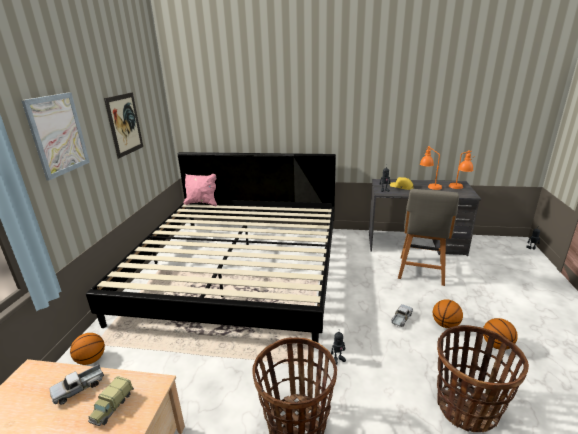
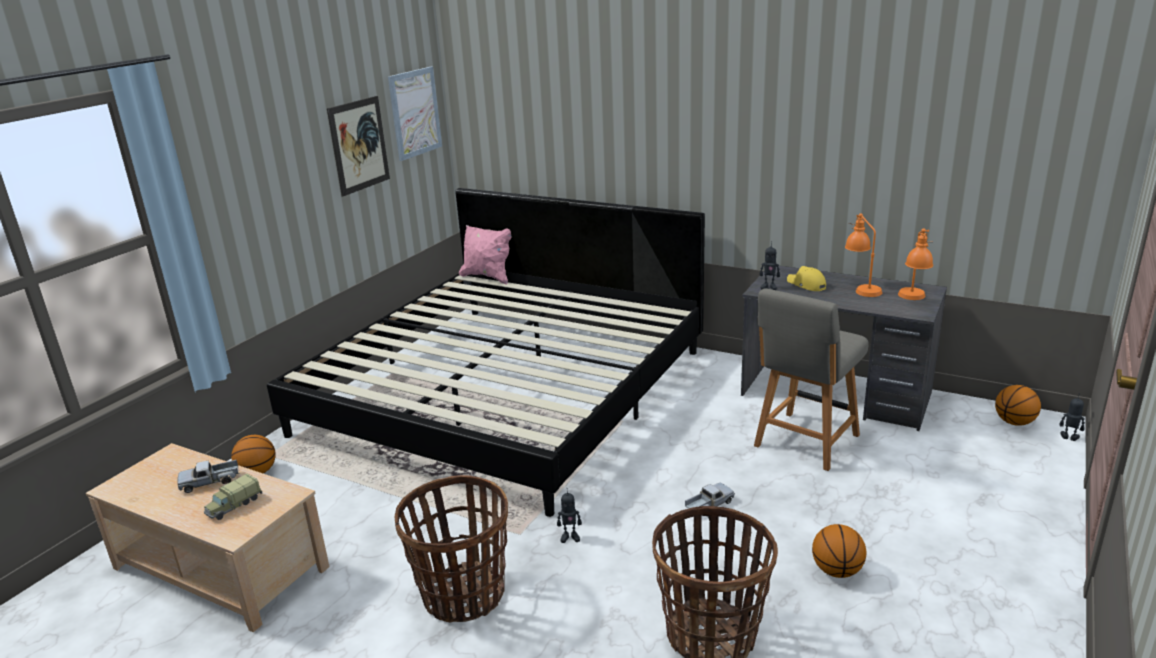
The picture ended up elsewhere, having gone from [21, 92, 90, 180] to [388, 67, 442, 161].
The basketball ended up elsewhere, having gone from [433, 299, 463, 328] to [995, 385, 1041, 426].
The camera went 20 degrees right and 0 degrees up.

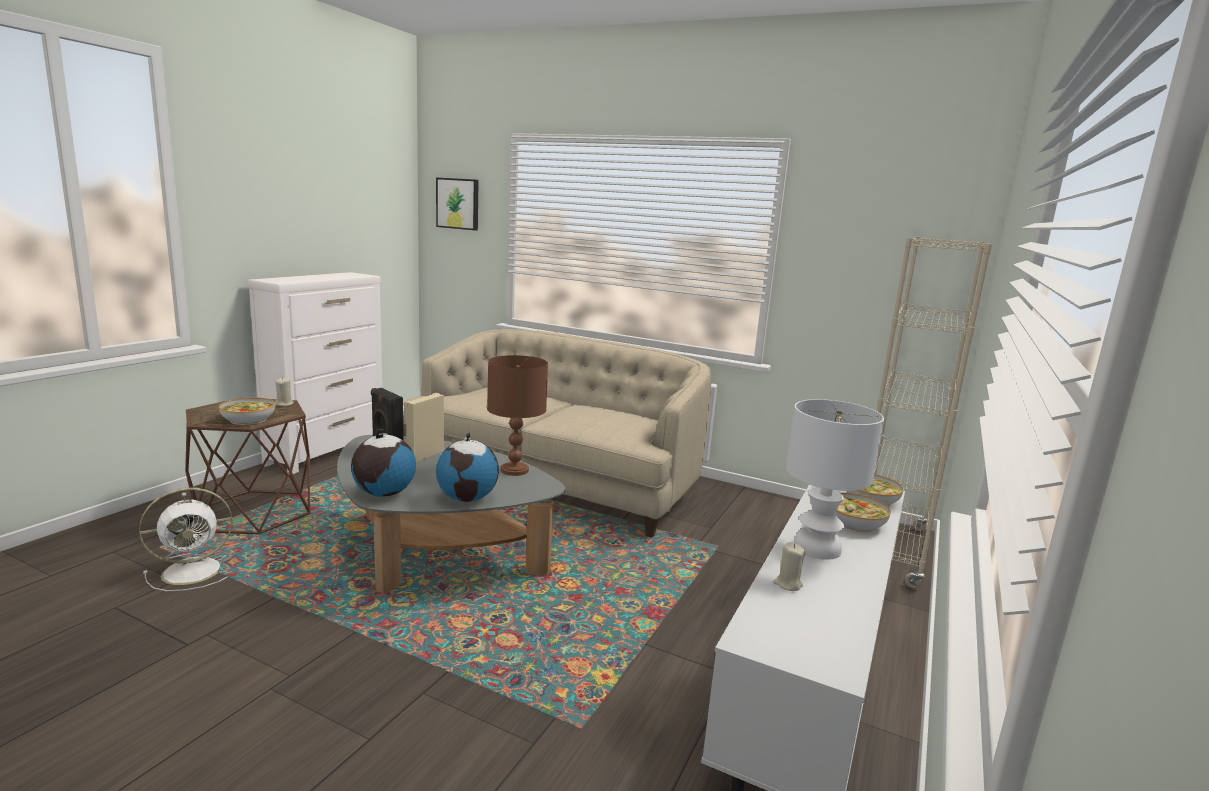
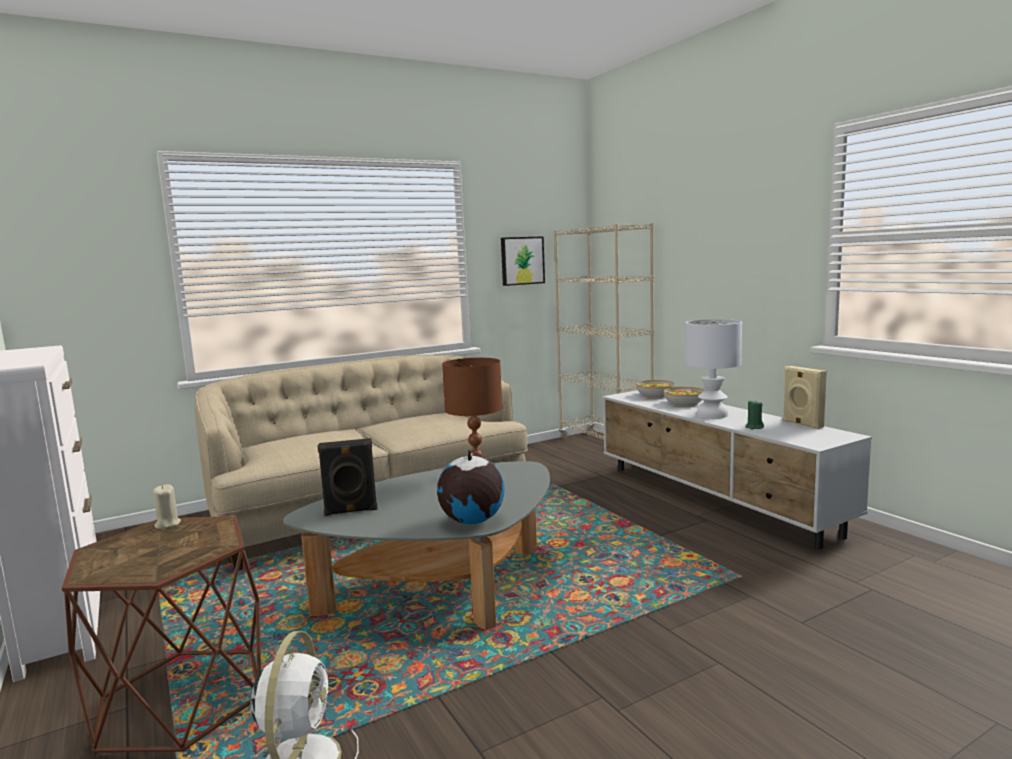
The picture ended up elsewhere, having gone from [436, 178, 479, 230] to [501, 236, 545, 286].
What was the candle/beige-coloured at [773, 542, 806, 591] turned into the candle/green at [746, 400, 764, 429].
The loudspeaker/beige-coloured ended up elsewhere, having gone from [405, 393, 444, 462] to [783, 366, 827, 429].
The second view lost the bowl at [219, 397, 276, 425].
The second view lost the globe at [436, 432, 499, 502].
The camera went 55 degrees left and 5 degrees down.

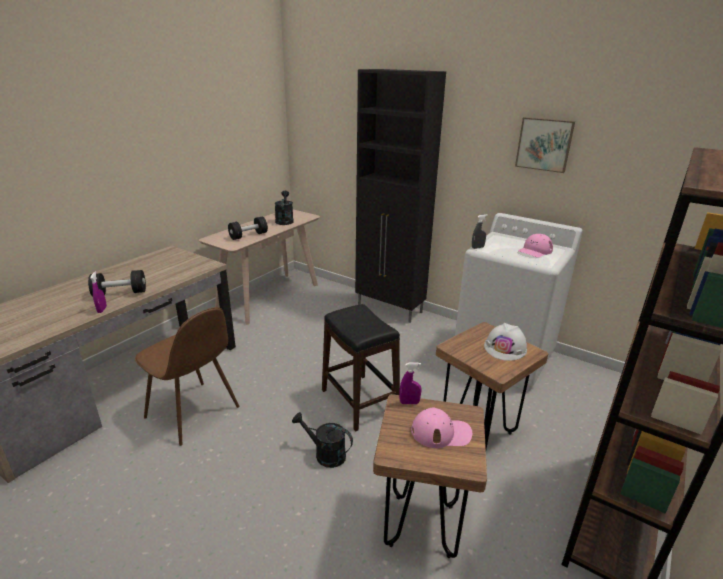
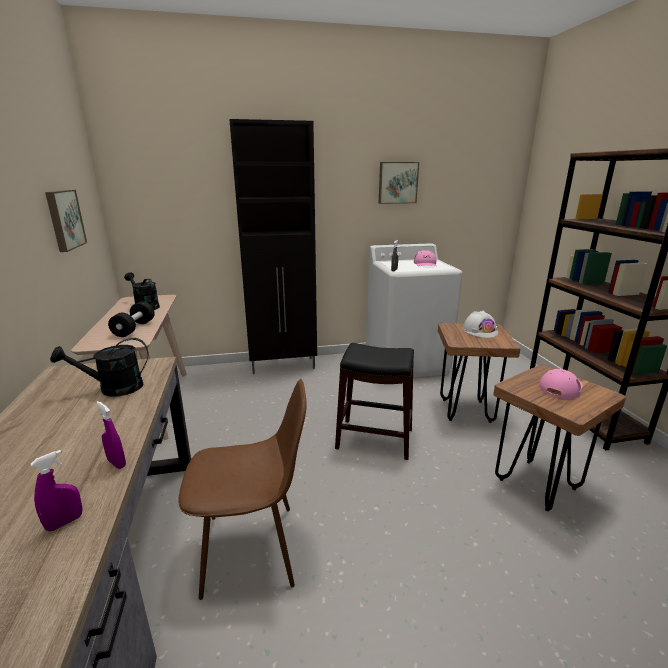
The spray bottle/purplish ended up elsewhere, having gone from [399, 363, 422, 404] to [31, 450, 82, 531].
The second view gained the picture at [45, 190, 87, 252].
The watering pot/black ended up elsewhere, having gone from [292, 412, 353, 468] to [50, 338, 148, 397].
The second view lost the hand weight/black at [88, 270, 146, 297].
The camera went 45 degrees left and 5 degrees down.

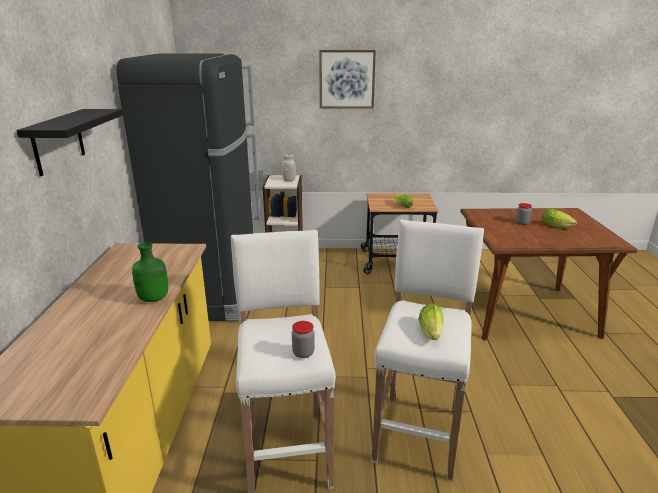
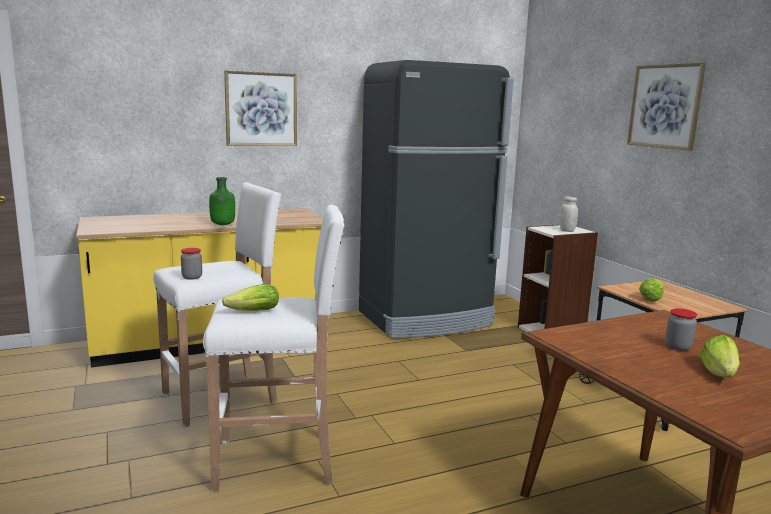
Where the bracket shelf/black hung at [16, 109, 123, 176], the picture came to hang at [224, 70, 297, 146].
The camera went 65 degrees right and 10 degrees down.

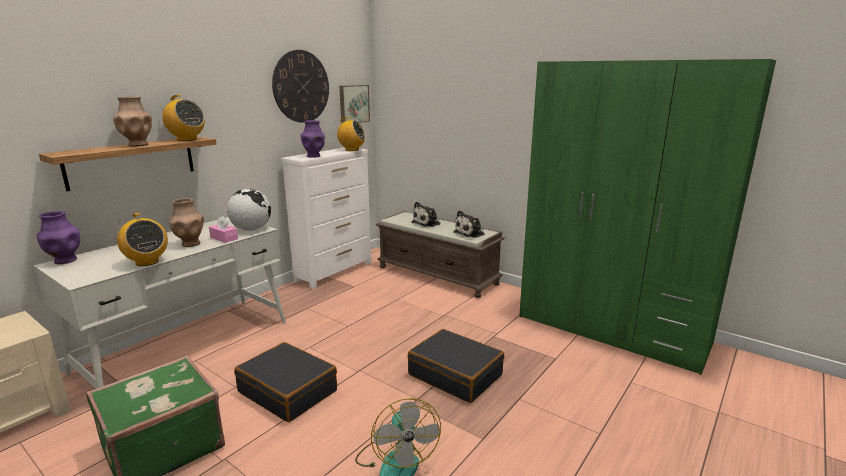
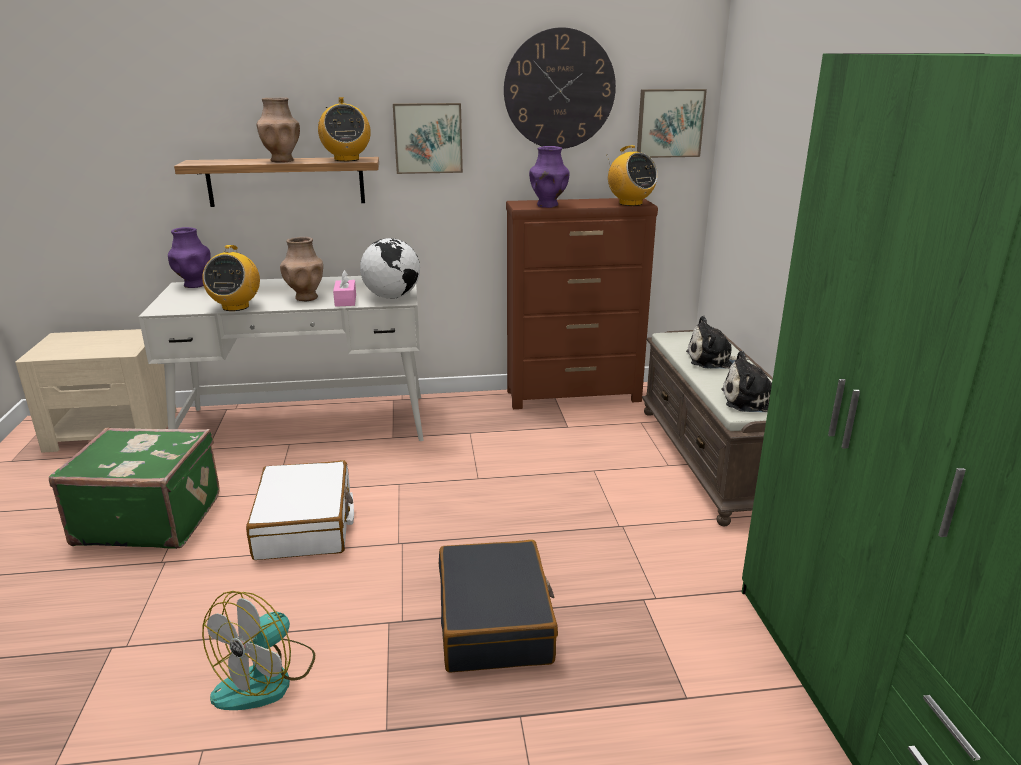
What was the travel case/black at [234, 342, 337, 422] turned into the travel case/white-coloured at [246, 460, 354, 560].
The second view gained the picture at [393, 103, 463, 174].
What was the dresser/white-coloured at [282, 148, 371, 289] turned into the dresser/brown at [506, 198, 658, 409].
The camera went 45 degrees right and 5 degrees up.

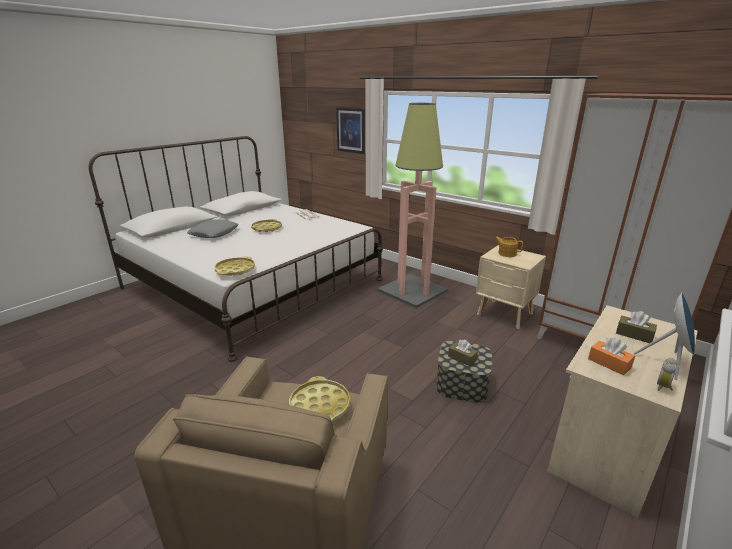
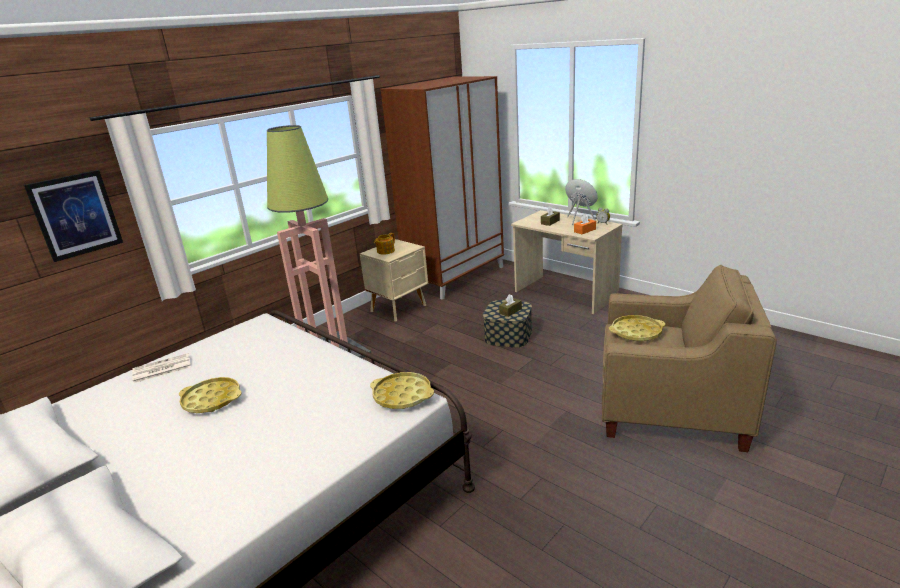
The second view lost the throw pillow/grey at [187, 219, 239, 238].
The camera went 85 degrees left and 0 degrees up.

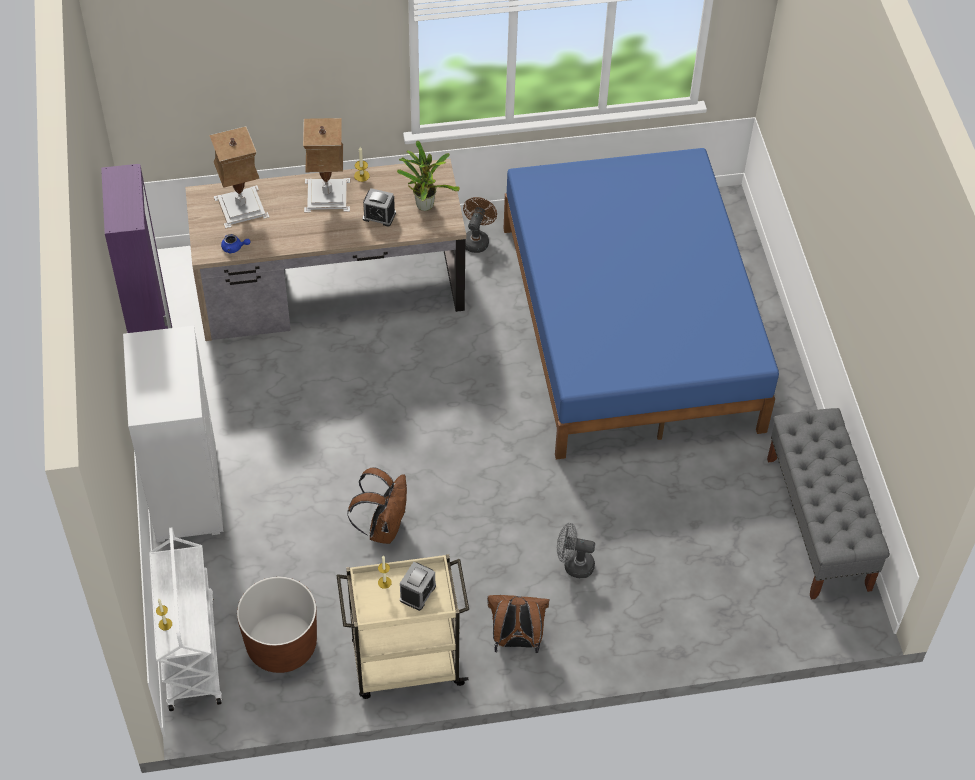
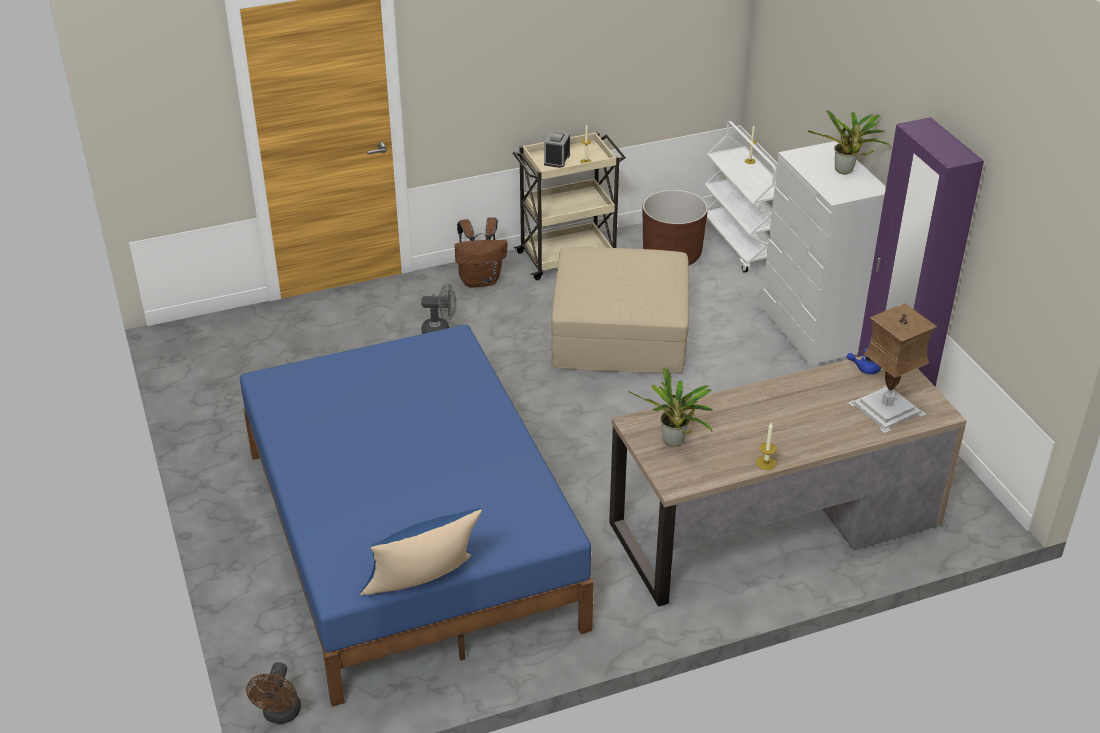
The cooling fan/brown ended up elsewhere, having gone from [463, 197, 497, 253] to [246, 662, 301, 724].
The second view gained the throw pillow/bluish at [360, 508, 482, 595].
Where the knapsack/brown stood at [347, 467, 407, 544], the footrest/beige-coloured came to stand at [551, 247, 689, 373].
The second view gained the plant in a pot at [808, 110, 891, 174].
The second view lost the lamp for a table at [303, 118, 350, 212].
The second view lost the alarm clock at [363, 188, 396, 227].
The second view lost the indoor bench/grey at [767, 408, 890, 600].
The camera went 170 degrees right and 15 degrees down.

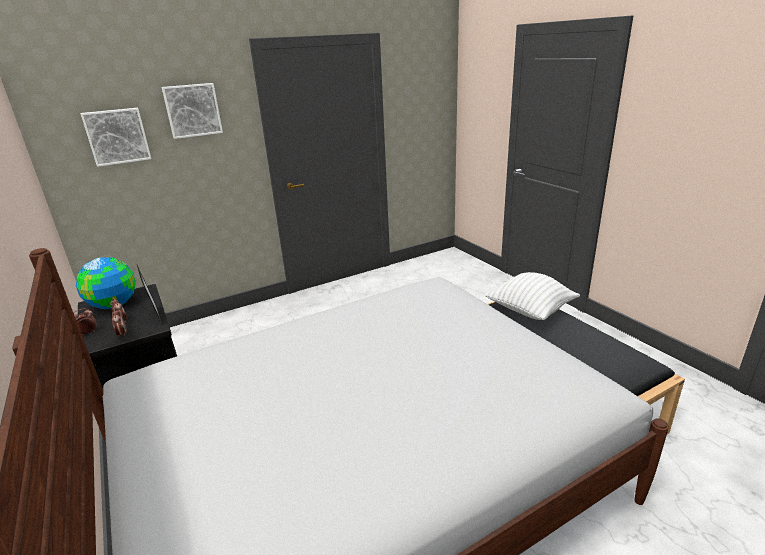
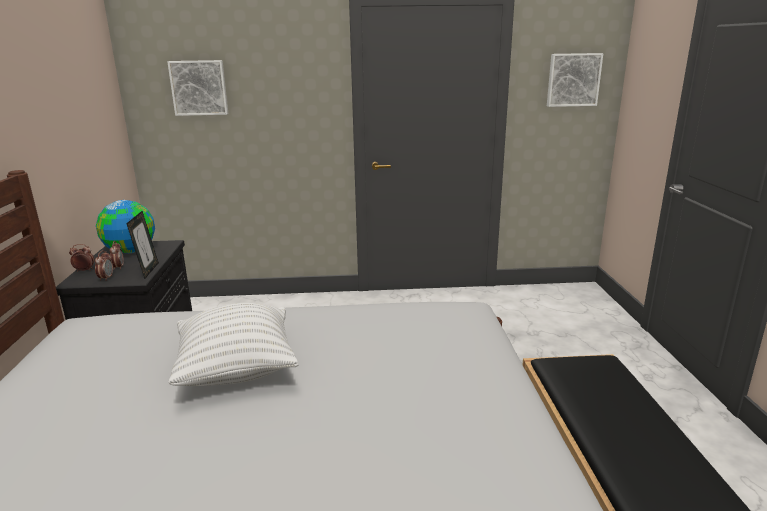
The throw pillow/white-coloured ended up elsewhere, having gone from [485, 272, 580, 320] to [169, 303, 298, 386].
The picture ended up elsewhere, having gone from [162, 83, 223, 139] to [547, 53, 603, 107].
The camera went 25 degrees right and 5 degrees down.

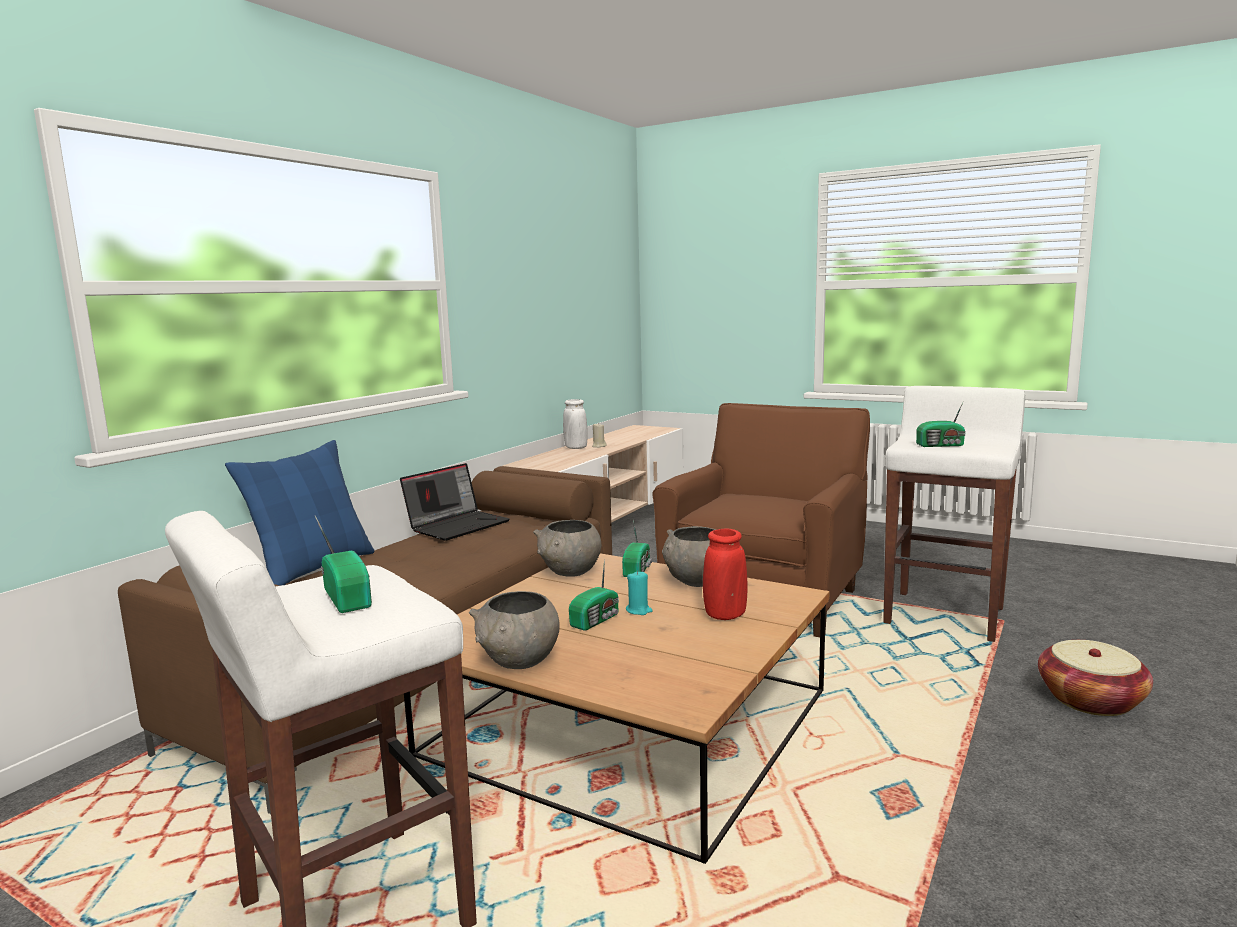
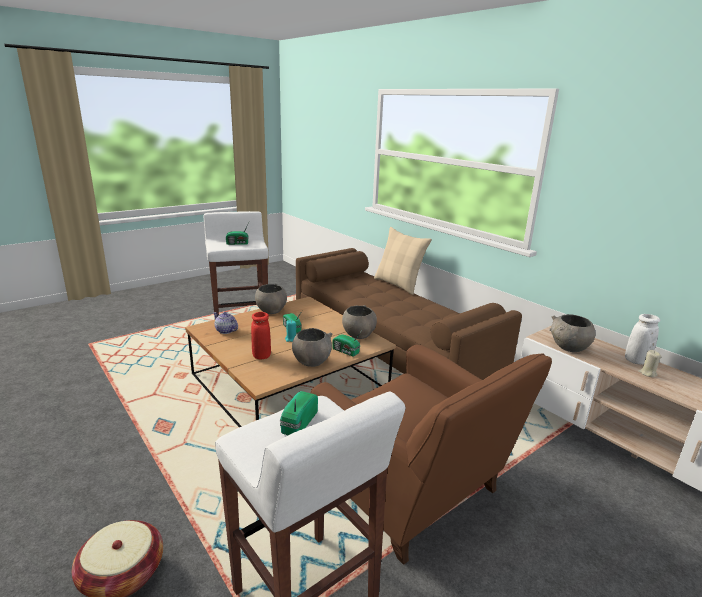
The second view gained the pot for tea at [213, 312, 238, 334].
What was the throw pillow/bluish at [225, 440, 375, 586] turned into the throw pillow/beige-coloured at [374, 227, 432, 295].
The second view gained the bowl/grey at [550, 314, 596, 352].
The second view lost the laptop at [400, 463, 510, 540].
The camera went 110 degrees right and 10 degrees up.

